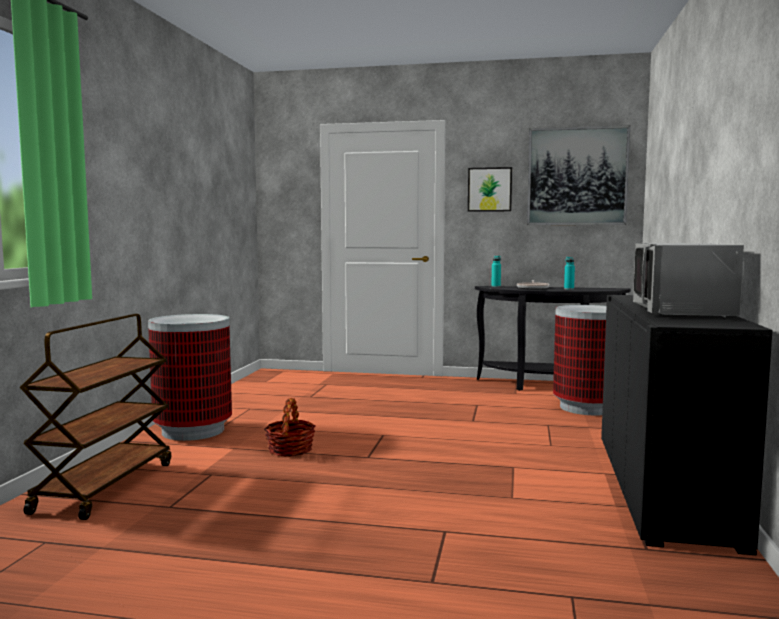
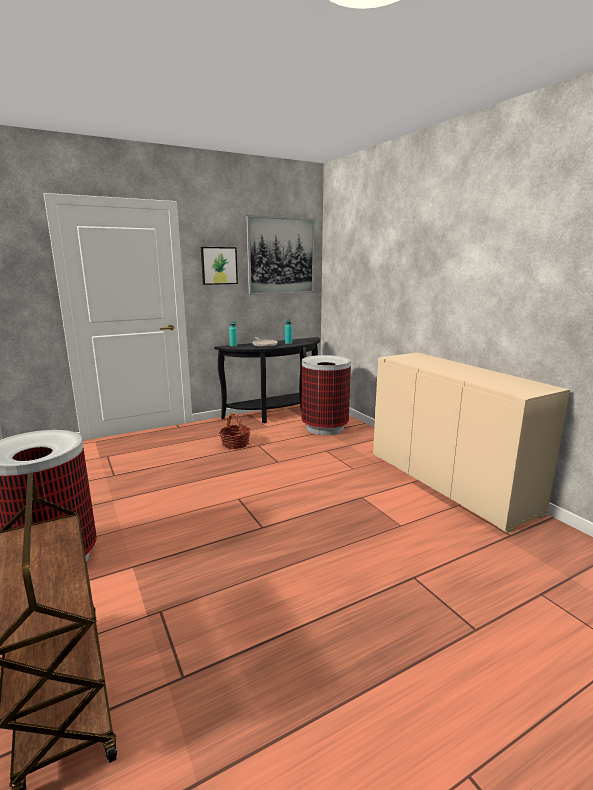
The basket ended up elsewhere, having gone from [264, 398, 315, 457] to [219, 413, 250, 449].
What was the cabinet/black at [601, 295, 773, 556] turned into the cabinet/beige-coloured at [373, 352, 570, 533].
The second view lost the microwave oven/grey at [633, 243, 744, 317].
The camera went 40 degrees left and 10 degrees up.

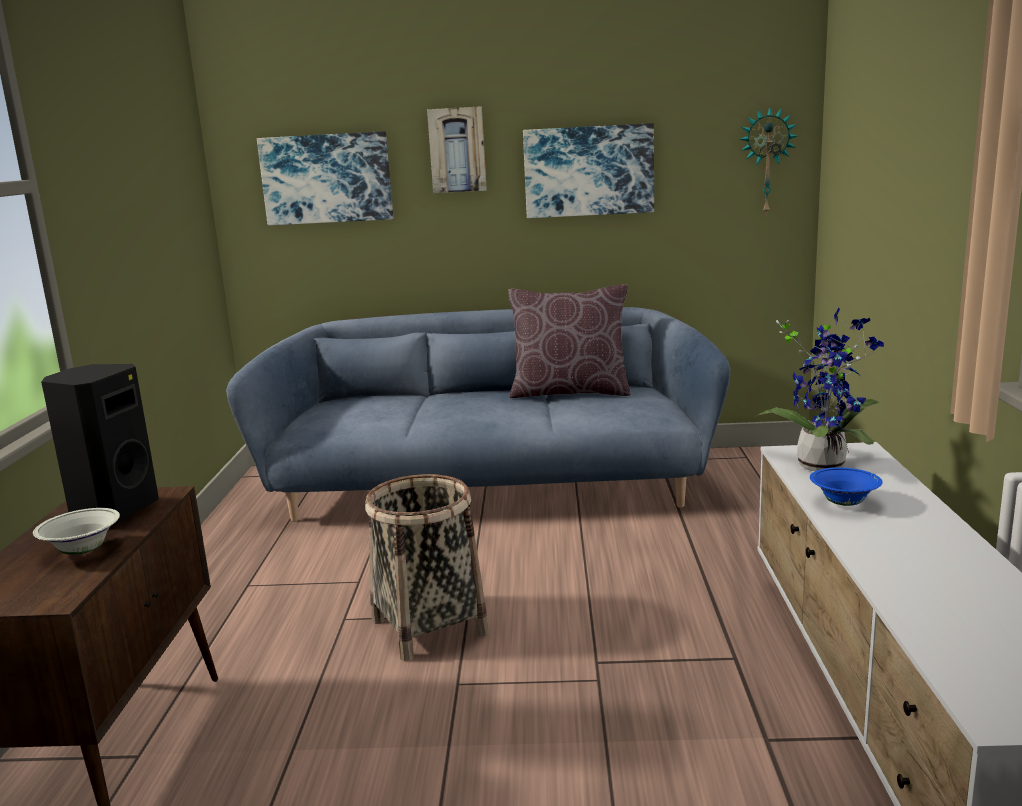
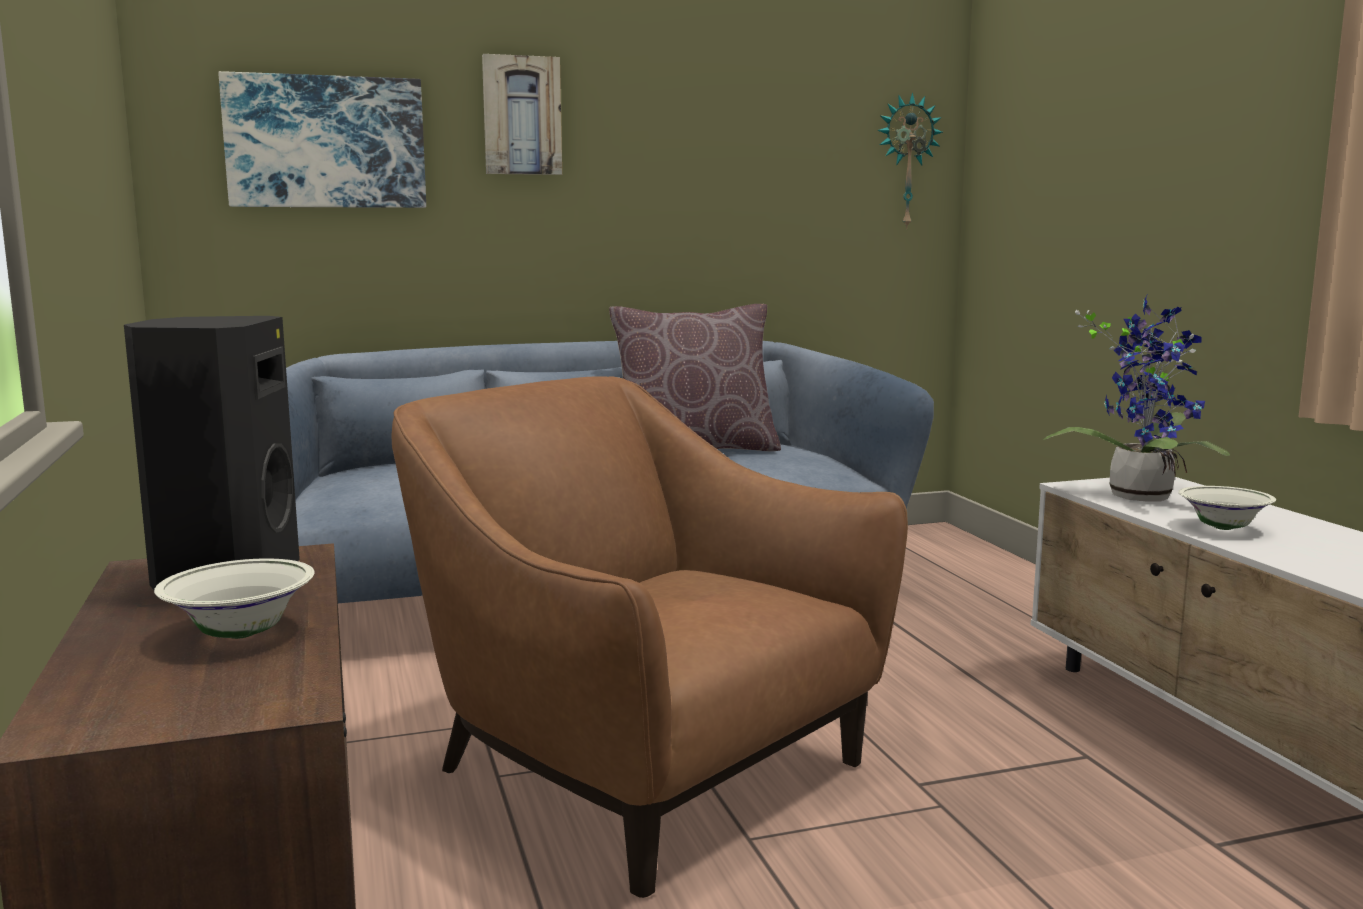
Where the basket stood at [365, 474, 489, 661], the armchair/brown came to stand at [391, 376, 908, 898].
What was the bowl/bluish at [810, 468, 883, 506] turned into the bowl/white-coloured at [1178, 486, 1276, 530].
The second view lost the picture at [523, 123, 654, 218].
The camera went 20 degrees left and 5 degrees down.

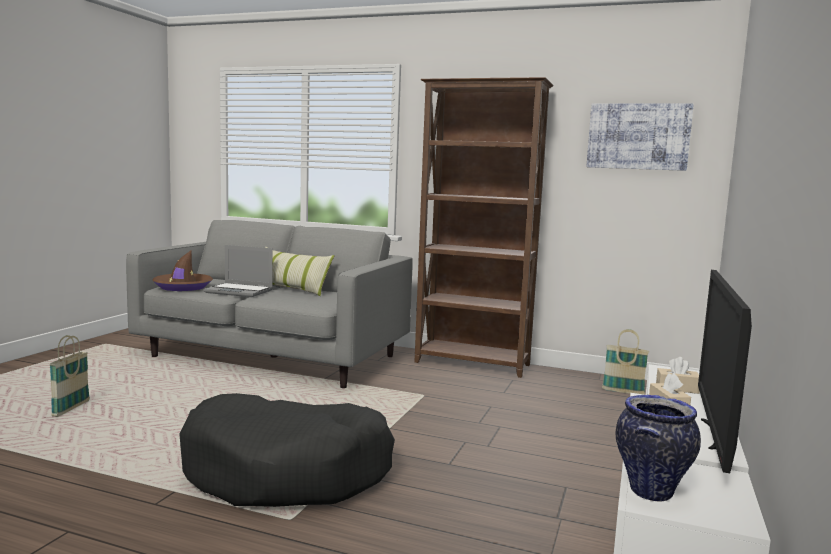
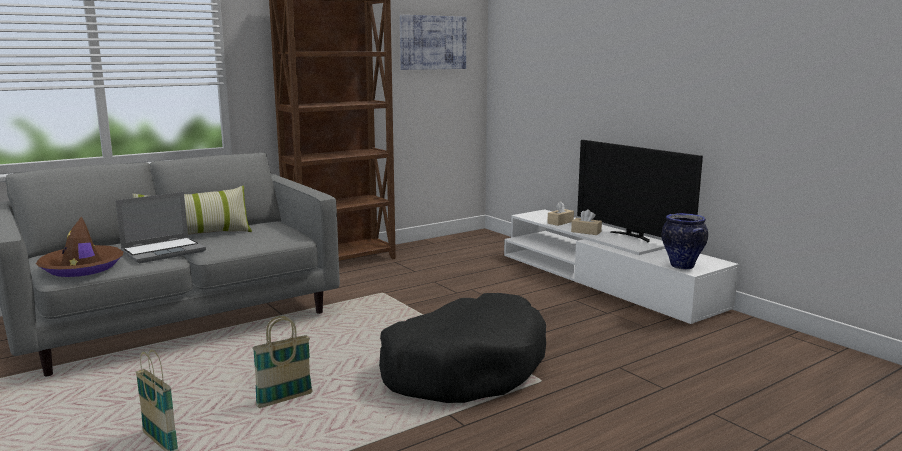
The basket ended up elsewhere, having gone from [602, 329, 649, 394] to [252, 316, 313, 408].
The camera went 55 degrees left and 5 degrees up.

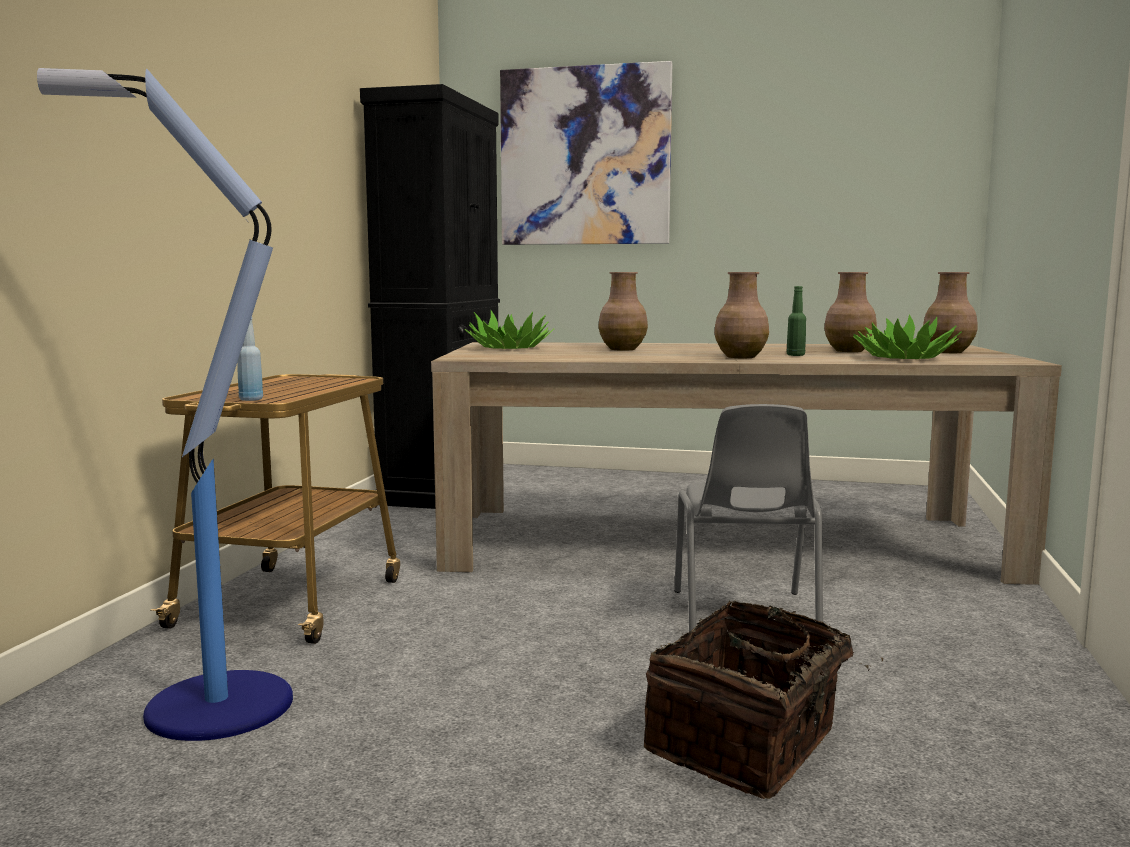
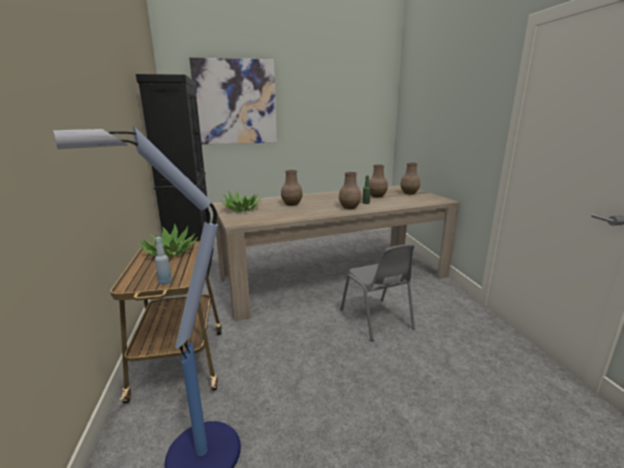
The plant in a pot ended up elsewhere, having gone from [853, 315, 962, 359] to [138, 224, 198, 257].
The second view lost the basket at [644, 600, 883, 799].
The camera went 25 degrees left and 10 degrees up.

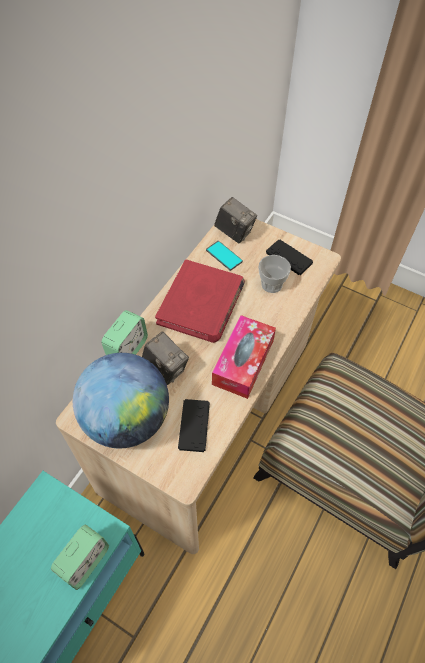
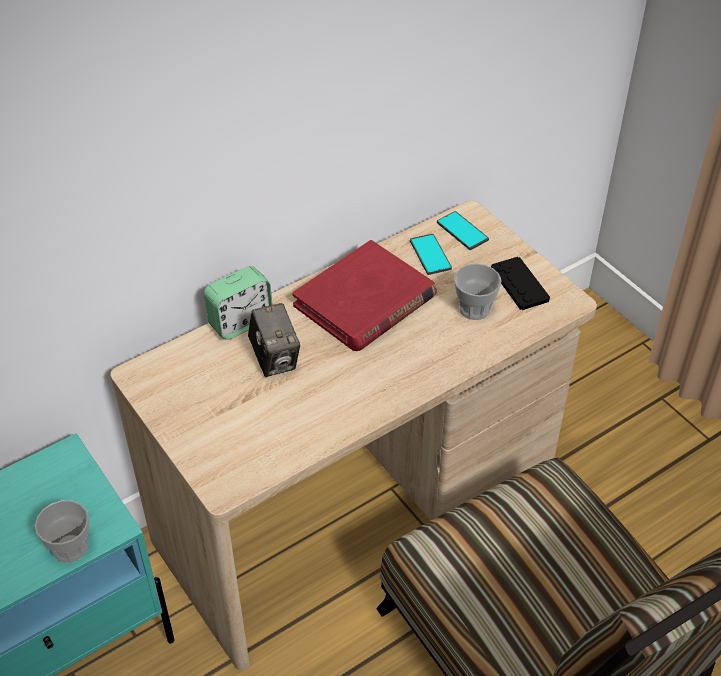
Where the alarm clock stood at [51, 525, 109, 590], the small cup came to stand at [35, 500, 90, 563].
Where the photo camera stood at [214, 197, 257, 243], the phone came to stand at [437, 211, 489, 250].
The second view lost the globe at [73, 353, 169, 448].
The second view lost the game controller/black at [178, 399, 210, 452].
The second view lost the box of tissues at [212, 315, 276, 399].
The camera went 25 degrees right and 10 degrees down.

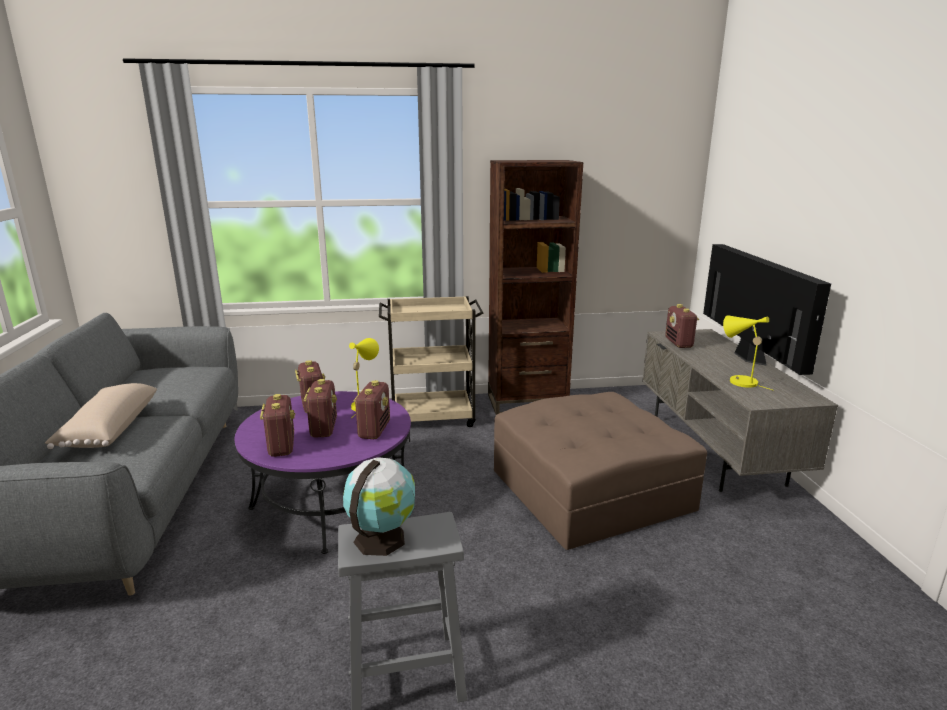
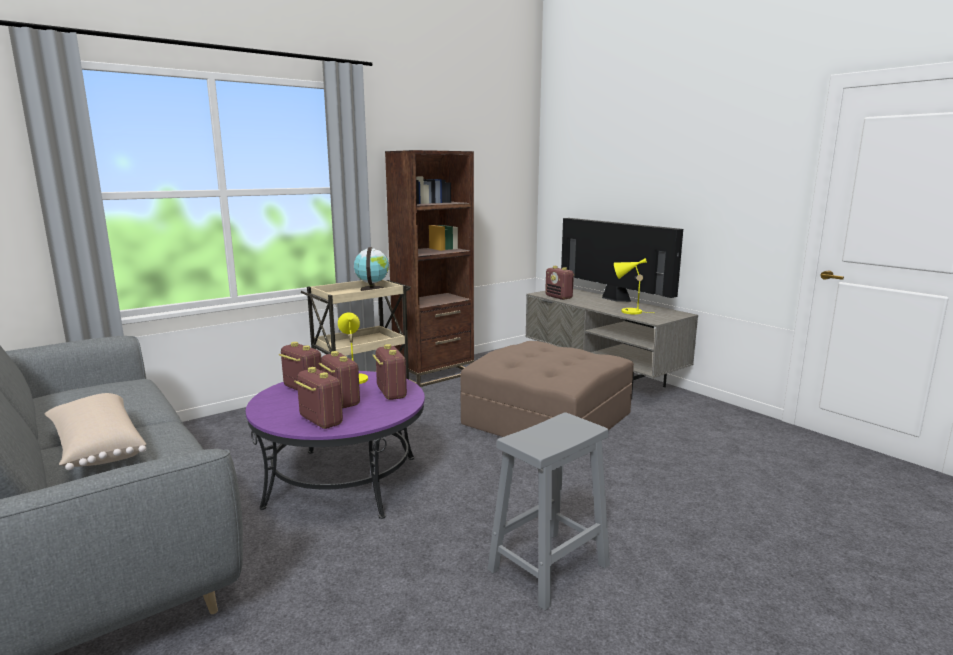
The globe ended up elsewhere, having gone from [343, 457, 415, 556] to [354, 247, 389, 291].
The camera went 30 degrees left and 5 degrees down.

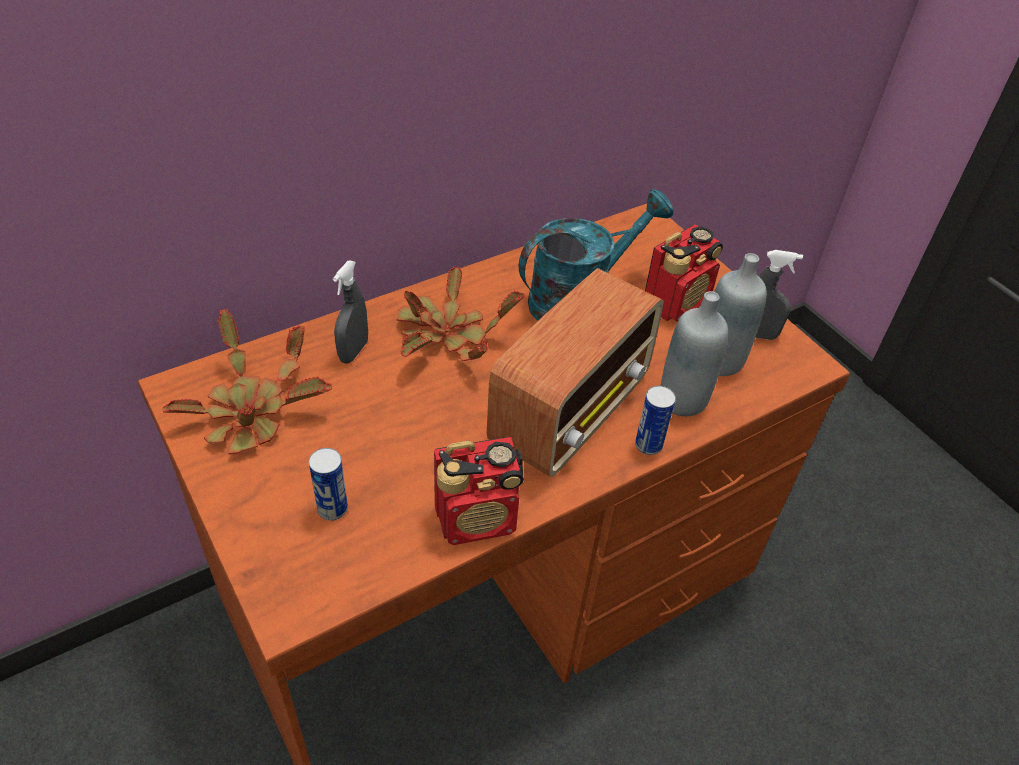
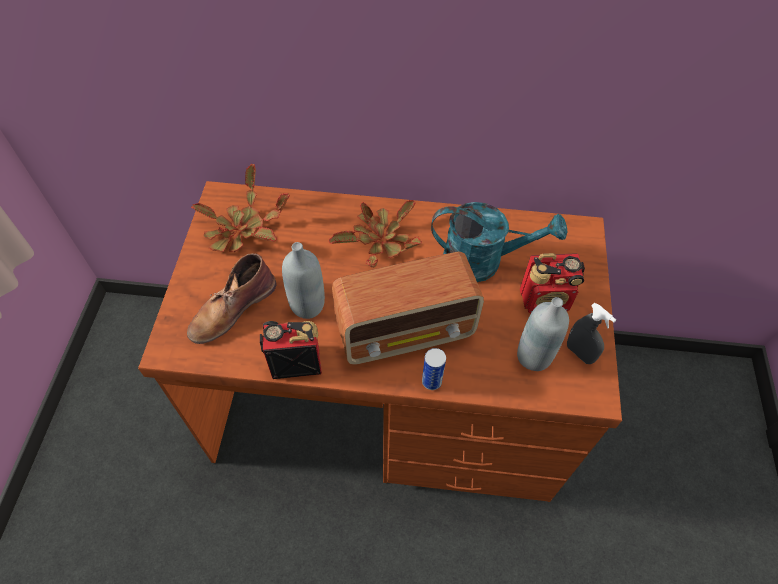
Where the sealed can stood at [309, 448, 348, 521], the boot/brown came to stand at [187, 253, 276, 344].
The radio at [434, 437, 524, 545] ended up facing another way, 150 degrees clockwise from before.
The bottle/grey ended up elsewhere, having gone from [661, 291, 728, 416] to [282, 242, 325, 319].
The second view lost the spray bottle/grey at [333, 260, 368, 363].
The camera went 40 degrees right and 10 degrees up.

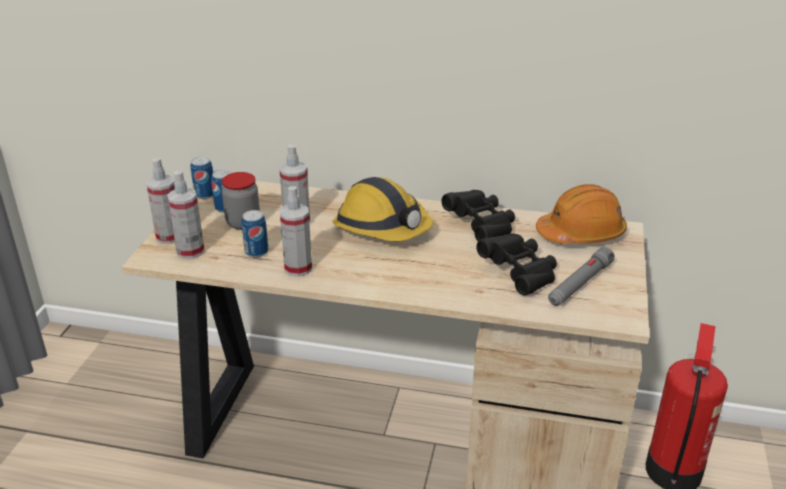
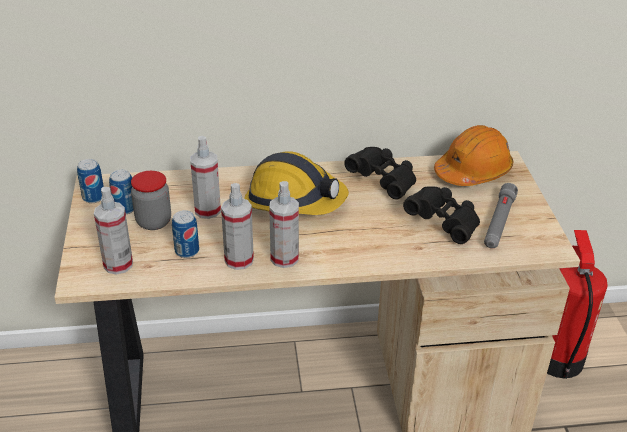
The spray bottle ended up elsewhere, having gone from [146, 158, 175, 244] to [269, 181, 299, 268].
The camera went 20 degrees left and 5 degrees up.

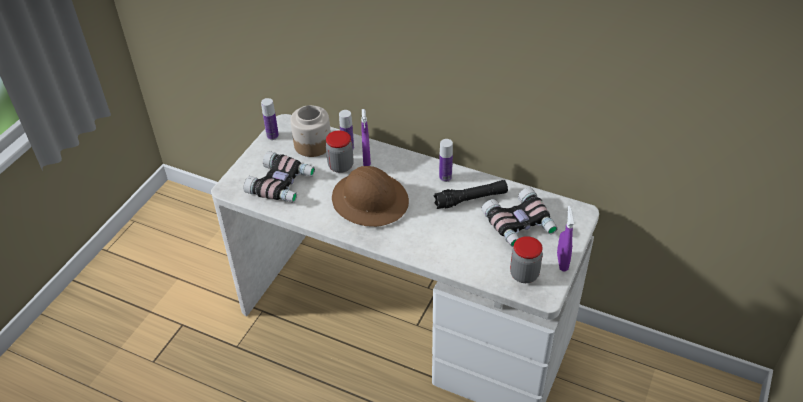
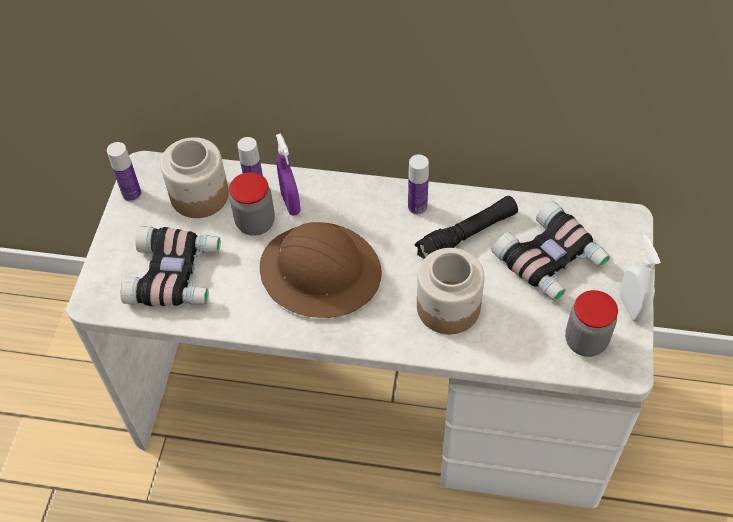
The second view gained the storage jar at [417, 248, 484, 334].
What was the spray bottle/purplish at [557, 206, 574, 272] turned into the spray bottle/white-coloured at [619, 234, 661, 323].
The camera went 15 degrees left and 10 degrees up.

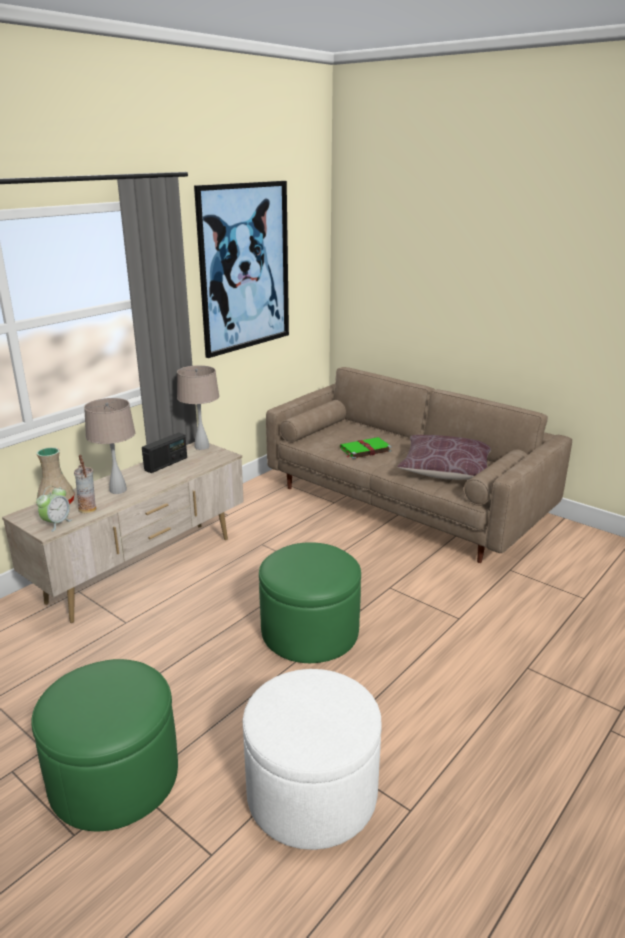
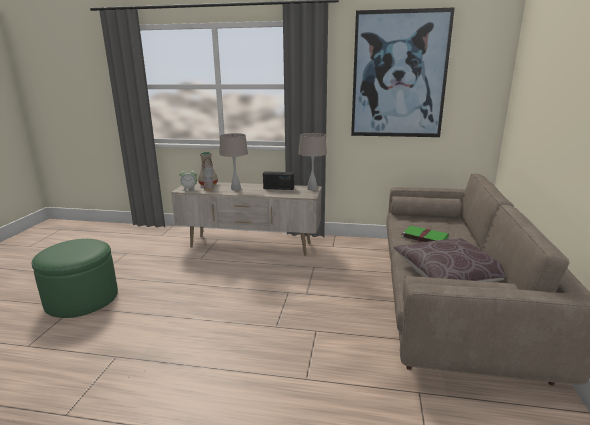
The second view lost the footrest/white-coloured at [243, 669, 382, 850].
The second view lost the footrest/green at [259, 542, 361, 663].
The camera went 60 degrees right and 5 degrees down.

